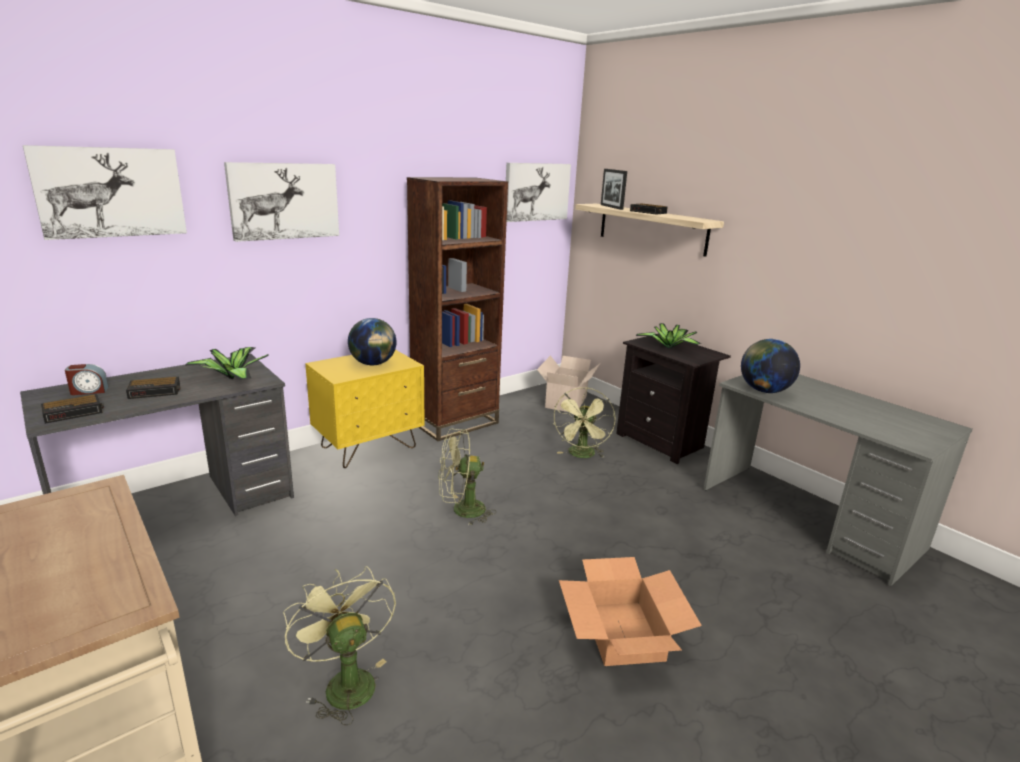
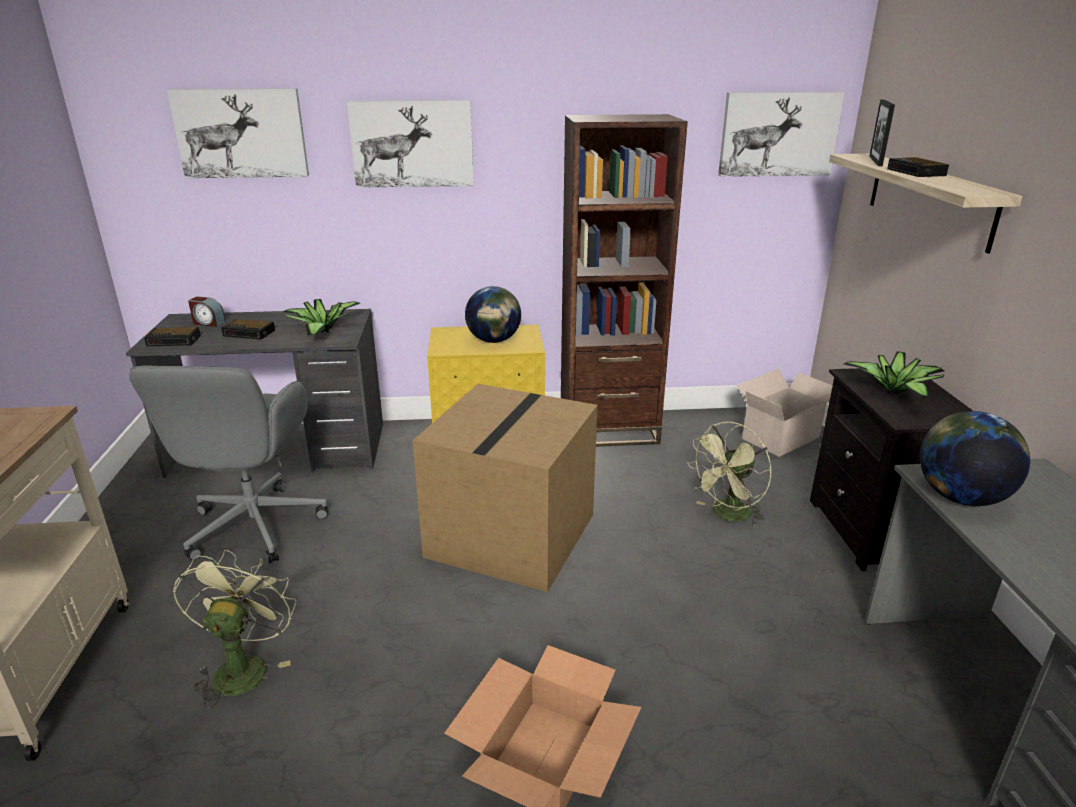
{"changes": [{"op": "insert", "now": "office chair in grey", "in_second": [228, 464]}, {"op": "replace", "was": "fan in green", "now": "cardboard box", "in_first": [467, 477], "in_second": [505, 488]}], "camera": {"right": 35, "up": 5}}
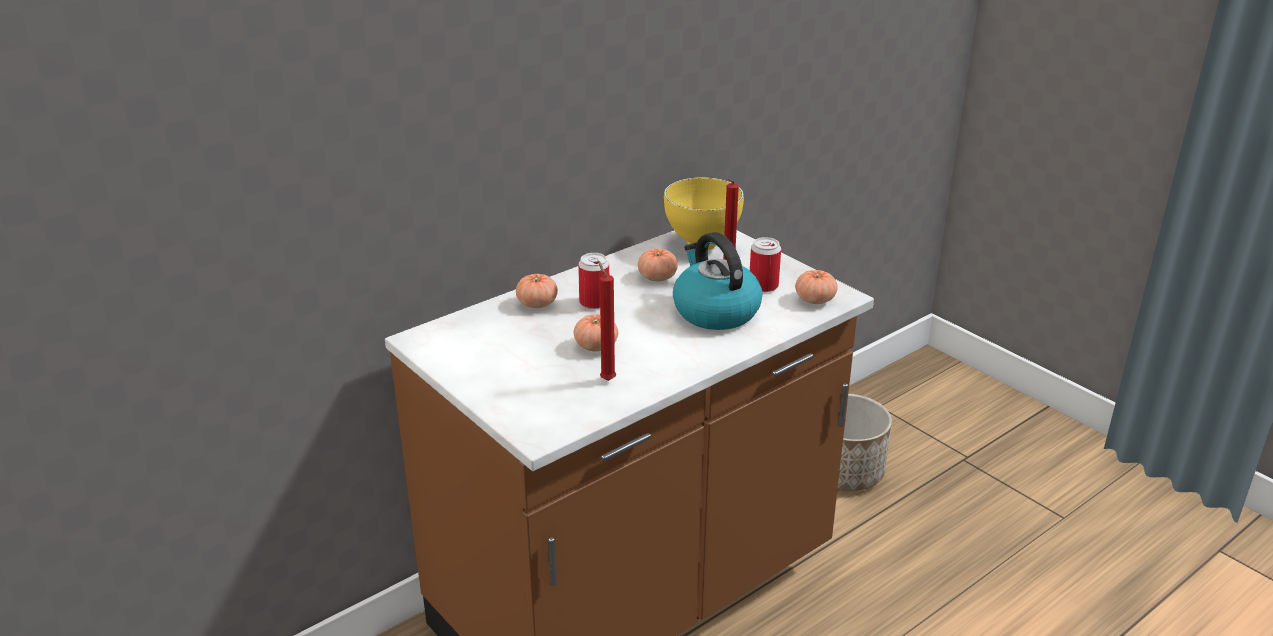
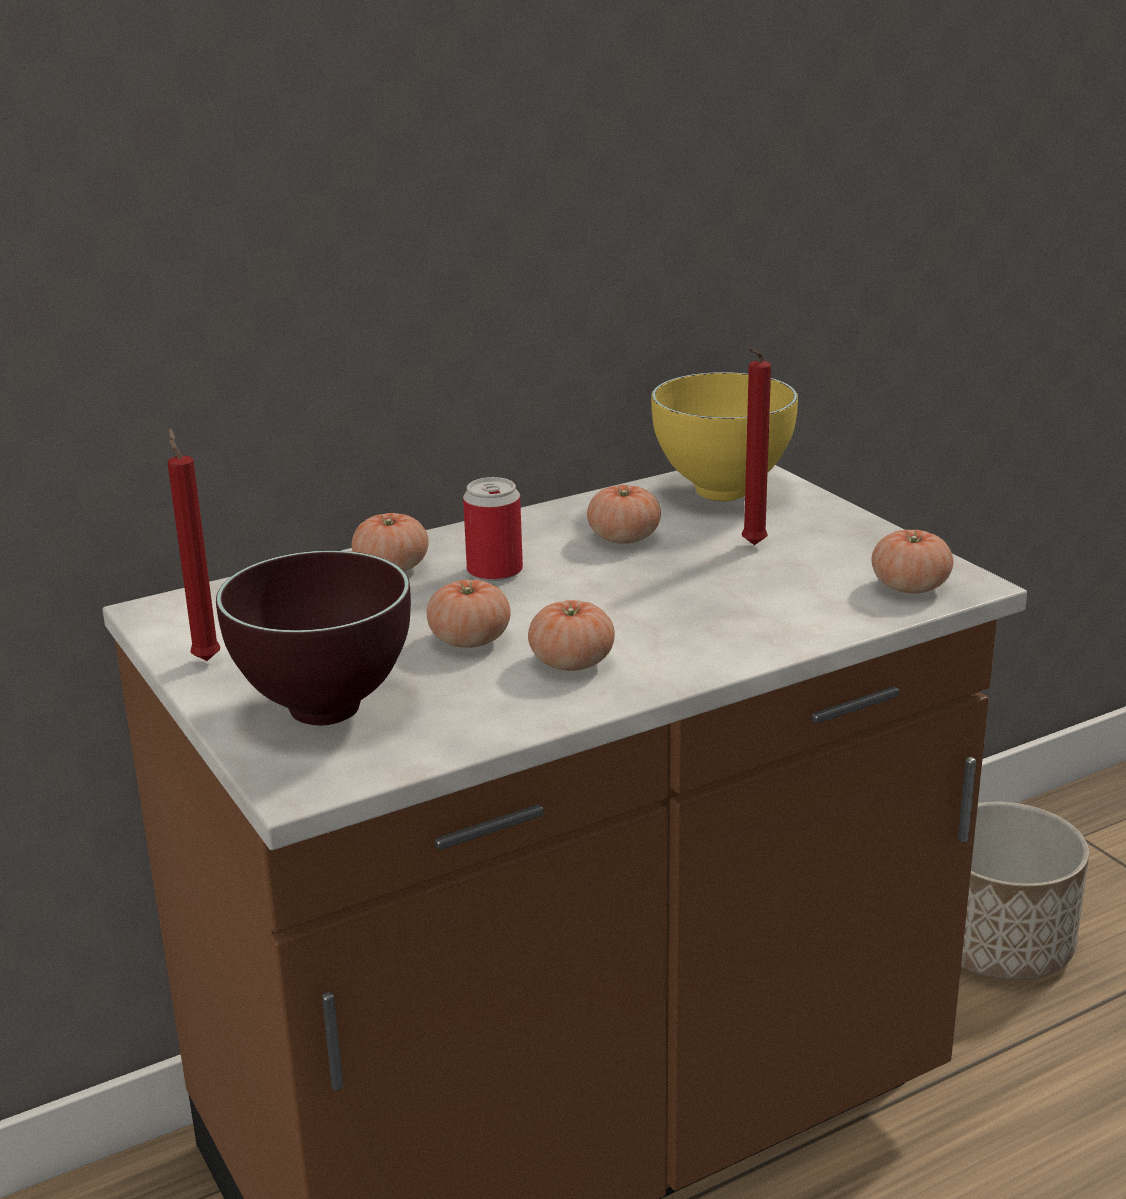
{"changes": [{"op": "delete", "was": "kettle", "in_first": [717, 281]}, {"op": "delete", "was": "can", "in_first": [765, 264]}, {"op": "insert", "now": "bowl in brown", "in_second": [313, 638]}, {"op": "insert", "now": "tomato", "in_second": [571, 635]}, {"op": "move", "was": "candle in red", "in_first": [607, 320], "in_second": [194, 544]}], "camera": {"right": 10, "up": -5}}
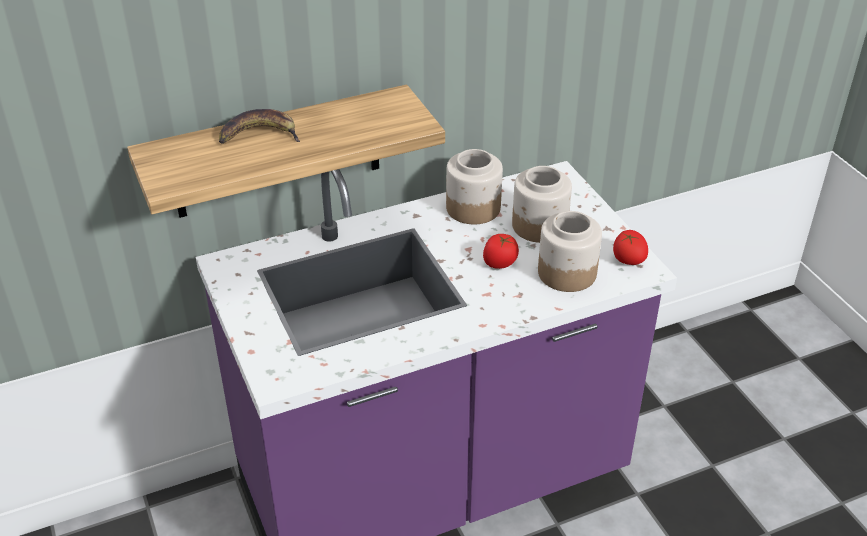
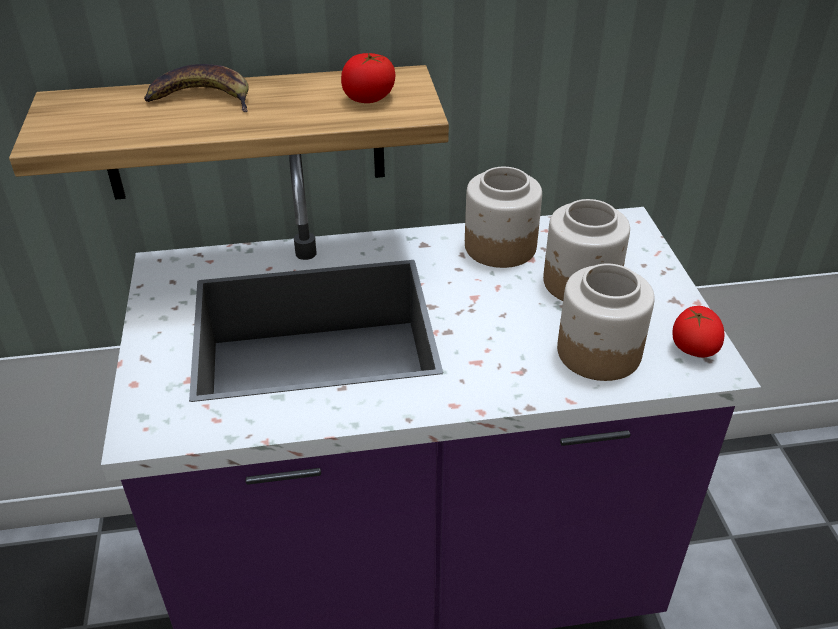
{"changes": [{"op": "move", "was": "tomato", "in_first": [501, 251], "in_second": [368, 78]}], "camera": {"right": 15, "up": 0}}
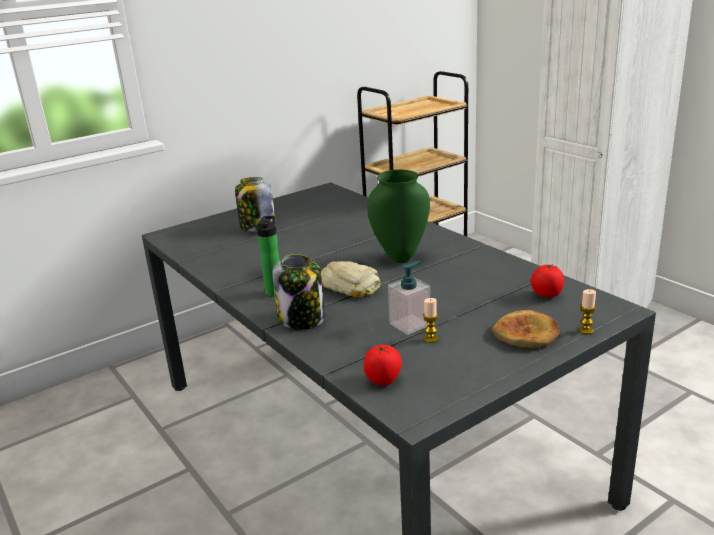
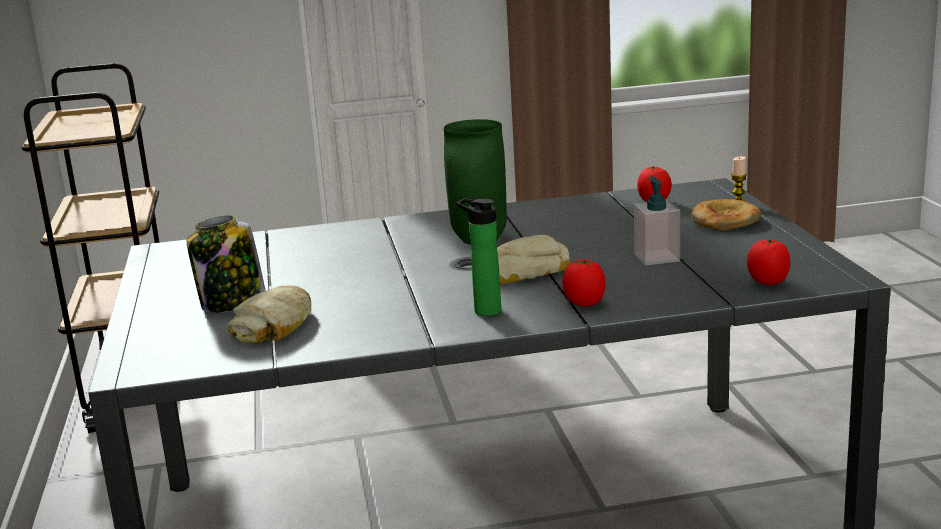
{"changes": [{"op": "delete", "was": "candle", "in_first": [430, 320]}, {"op": "insert", "now": "bread", "in_second": [269, 314]}, {"op": "replace", "was": "jar", "now": "tomato", "in_first": [299, 292], "in_second": [583, 283]}], "camera": {"right": -65, "up": -5}}
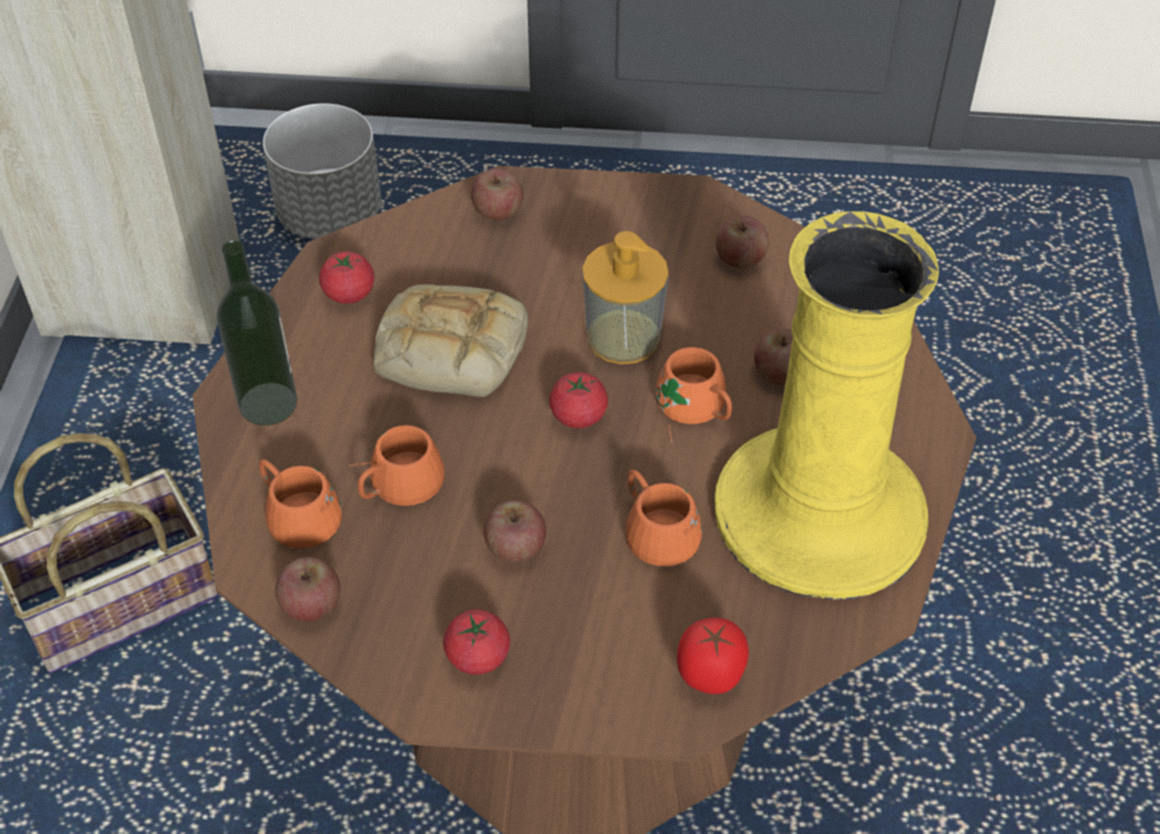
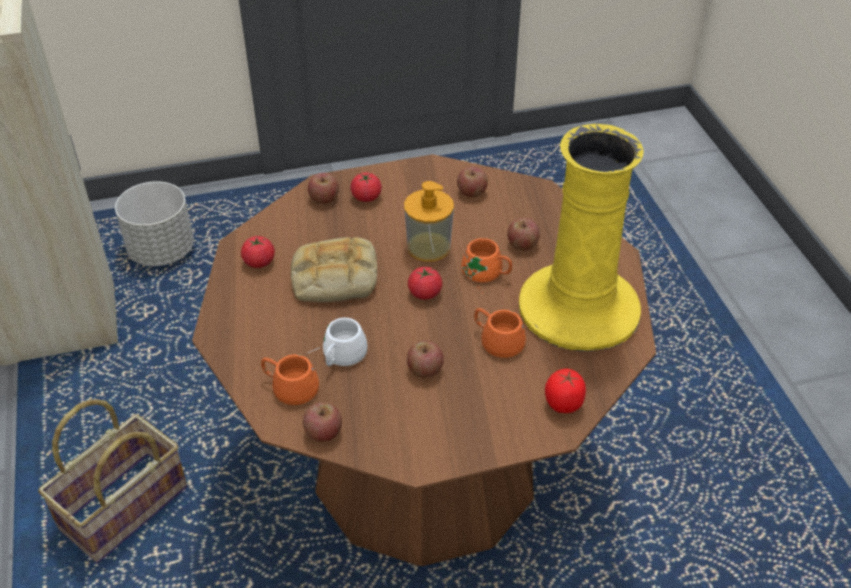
{"changes": [{"op": "delete", "was": "bottle", "in_first": [257, 333]}, {"op": "move", "was": "tomato", "in_first": [476, 642], "in_second": [366, 187]}, {"op": "recolor", "was": "mug in orange", "now": "mug in white", "in_first": [398, 465], "in_second": [338, 342]}], "camera": {"right": -20, "up": -5}}
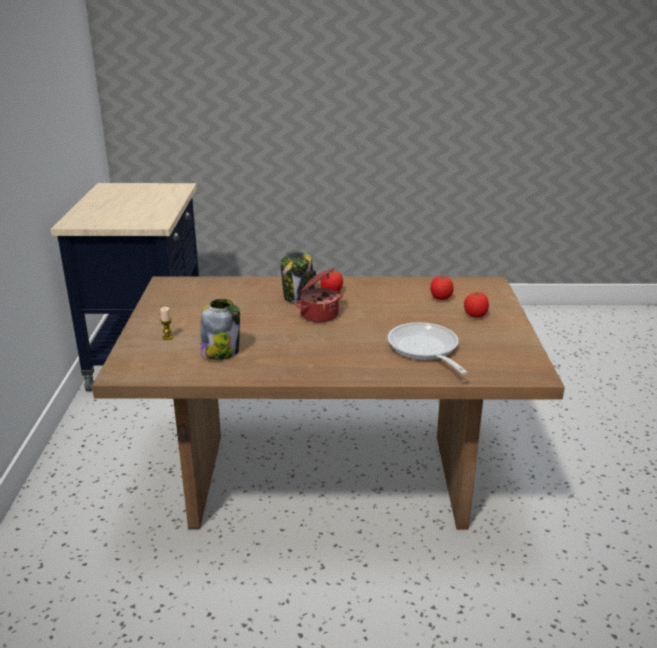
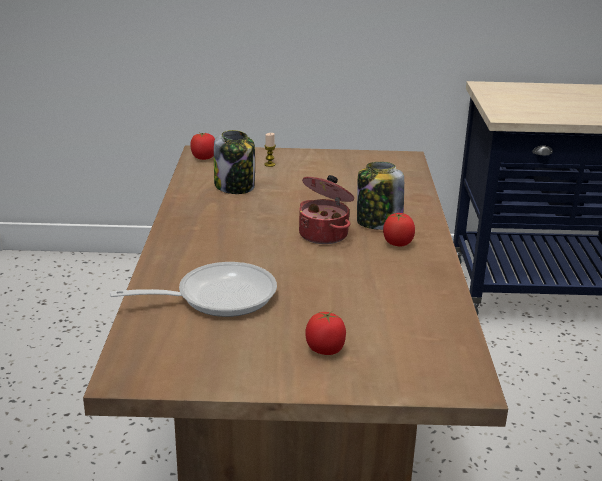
{"changes": [{"op": "move", "was": "tomato", "in_first": [442, 288], "in_second": [202, 146]}], "camera": {"right": 90, "up": 0}}
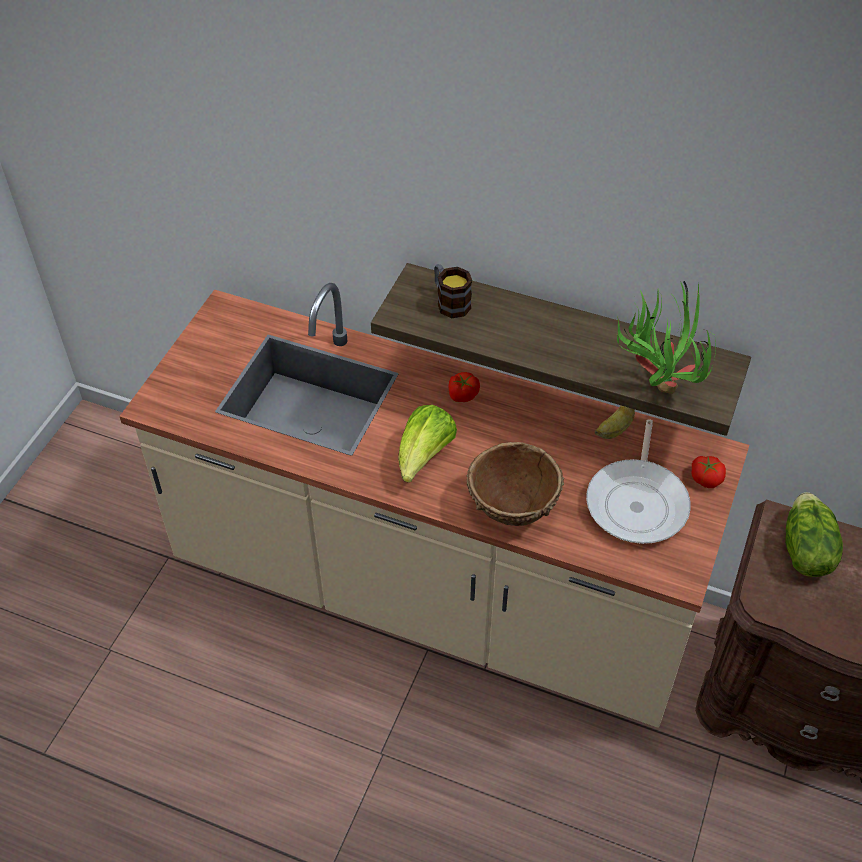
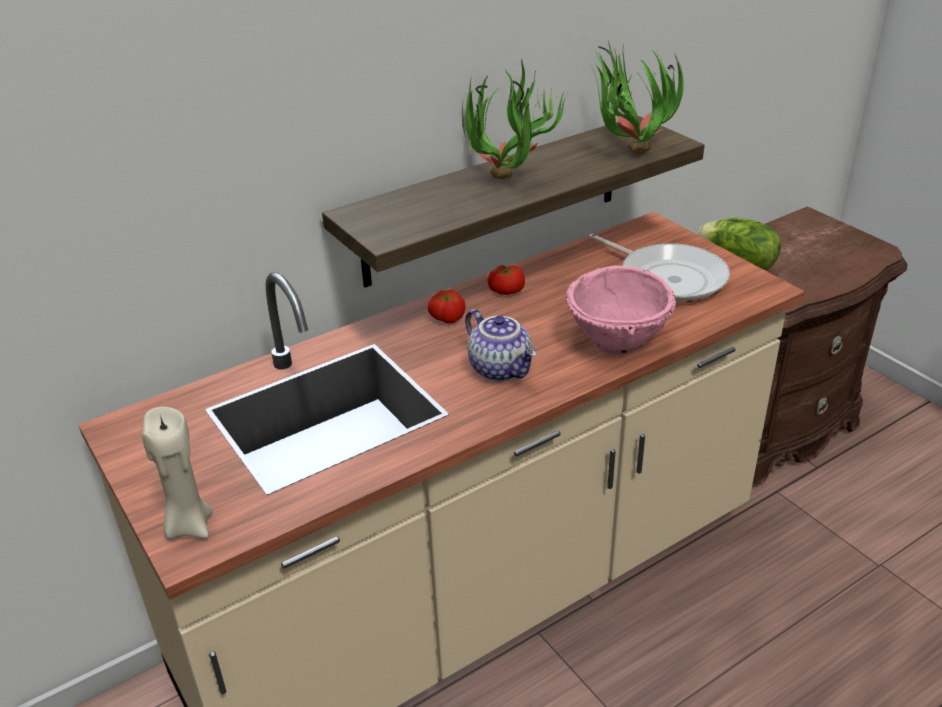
{"changes": [{"op": "delete", "was": "mug", "in_first": [453, 291]}, {"op": "delete", "was": "banana", "in_first": [615, 422]}, {"op": "insert", "now": "candle in beige", "in_second": [177, 473]}, {"op": "insert", "now": "potted plant", "in_second": [514, 119]}, {"op": "move", "was": "tomato", "in_first": [708, 472], "in_second": [506, 280]}, {"op": "replace", "was": "lettuce", "now": "teapot", "in_first": [427, 444], "in_second": [501, 345]}, {"op": "recolor", "was": "bowl in brown", "now": "bowl in pink", "in_first": [515, 484], "in_second": [621, 310]}], "camera": {"right": -55, "up": -15}}
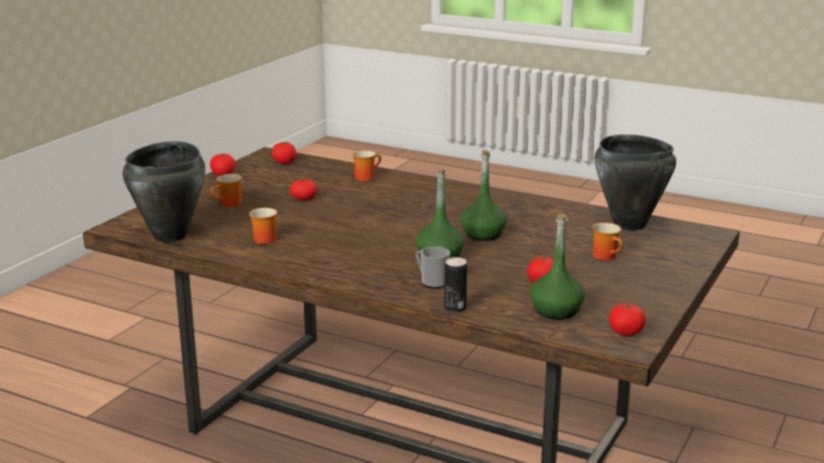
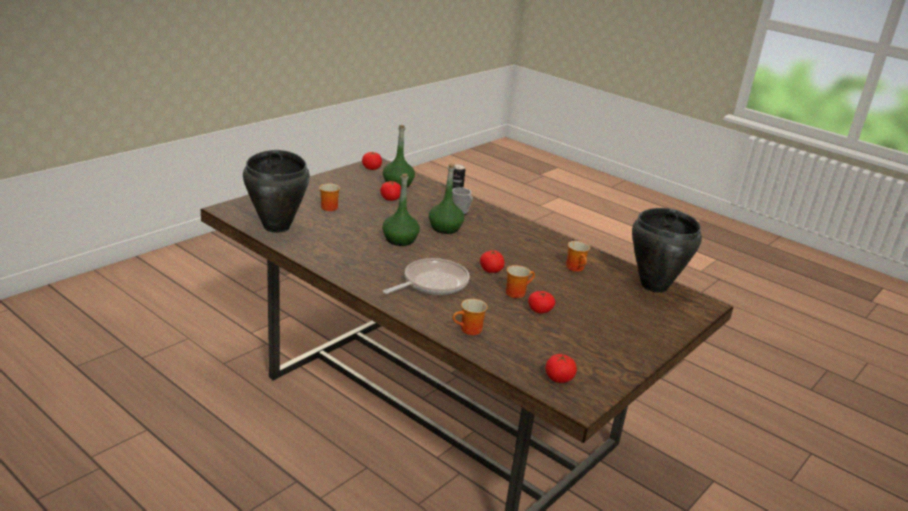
{"changes": [{"op": "insert", "now": "frying pan", "in_second": [426, 276]}, {"op": "move", "was": "tomato", "in_first": [223, 165], "in_second": [492, 261]}, {"op": "move", "was": "mug", "in_first": [226, 190], "in_second": [520, 281]}], "camera": {"right": -170, "up": 5}}
